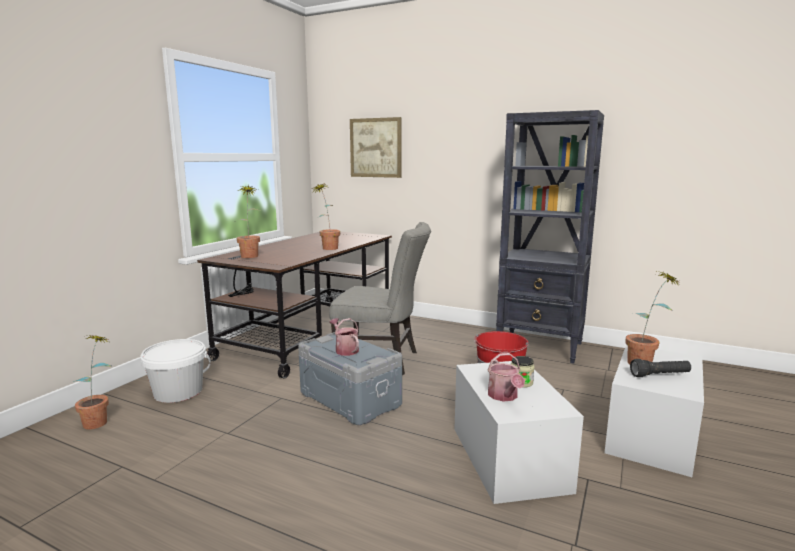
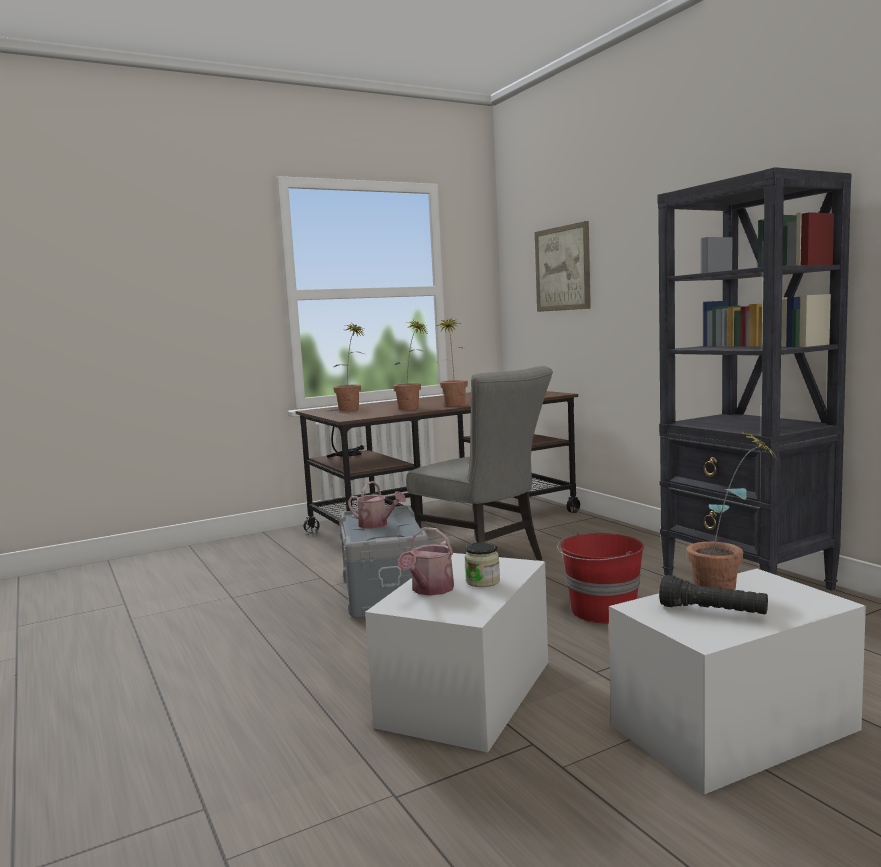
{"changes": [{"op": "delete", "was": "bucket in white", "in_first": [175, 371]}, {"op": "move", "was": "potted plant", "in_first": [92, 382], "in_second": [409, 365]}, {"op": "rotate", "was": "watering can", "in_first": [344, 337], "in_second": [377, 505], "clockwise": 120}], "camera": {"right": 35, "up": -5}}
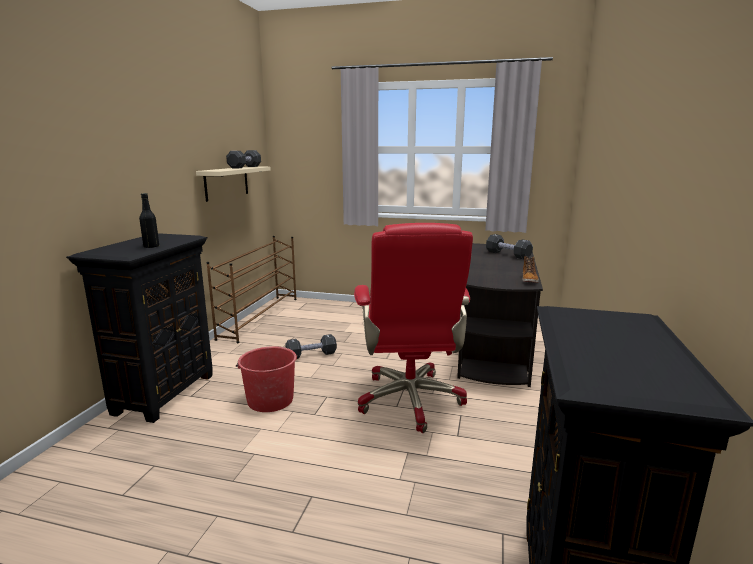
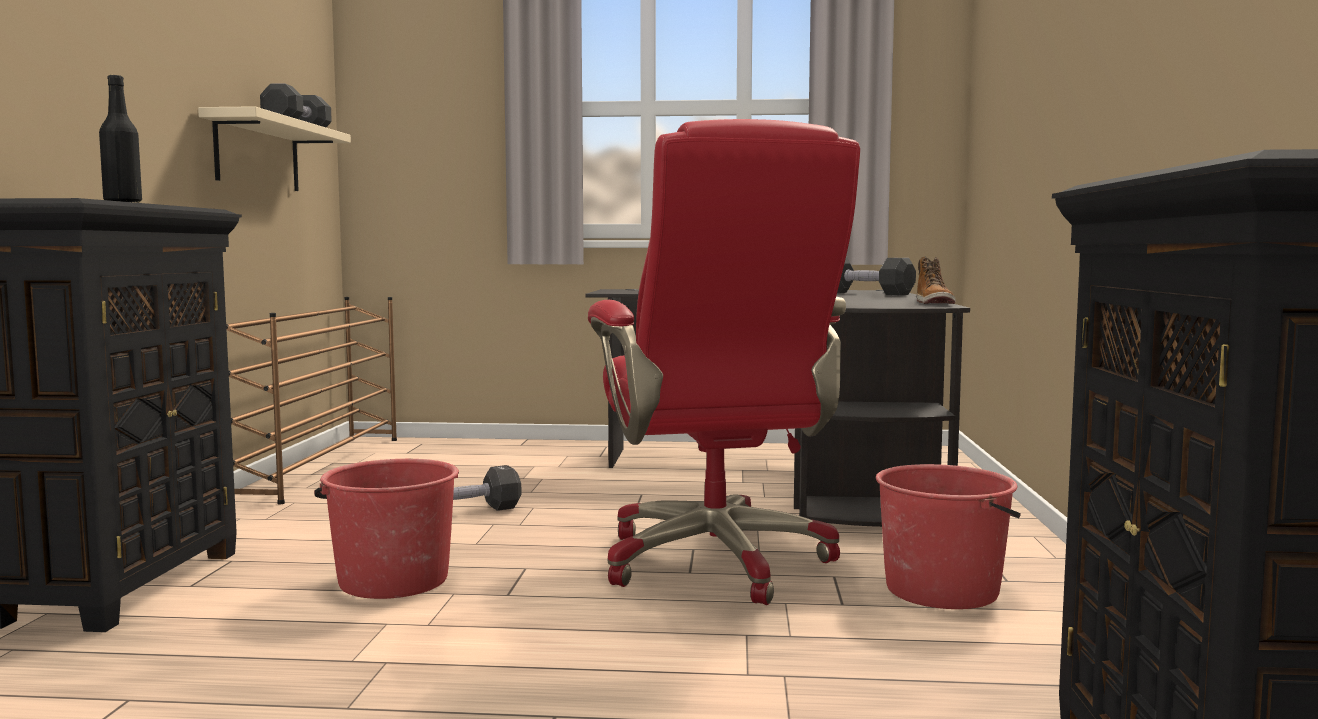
{"changes": [{"op": "insert", "now": "bucket in red", "in_second": [948, 536]}], "camera": {"right": -10, "up": -10}}
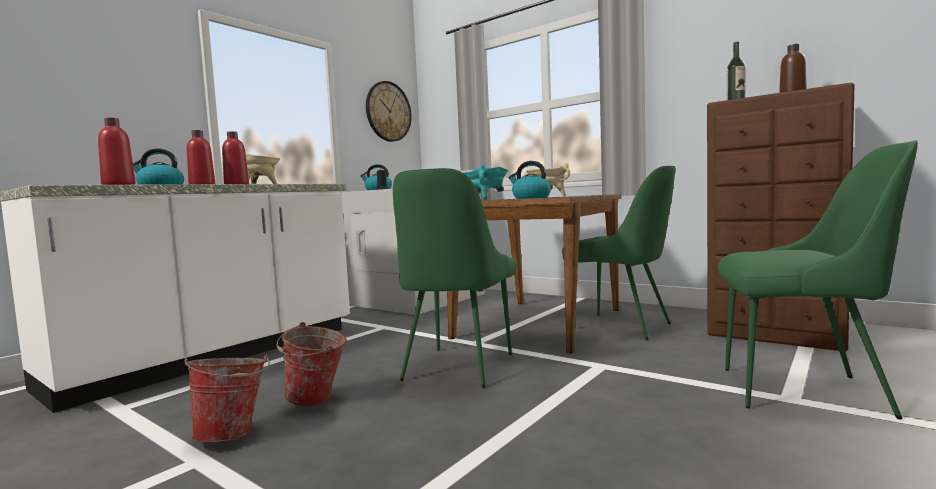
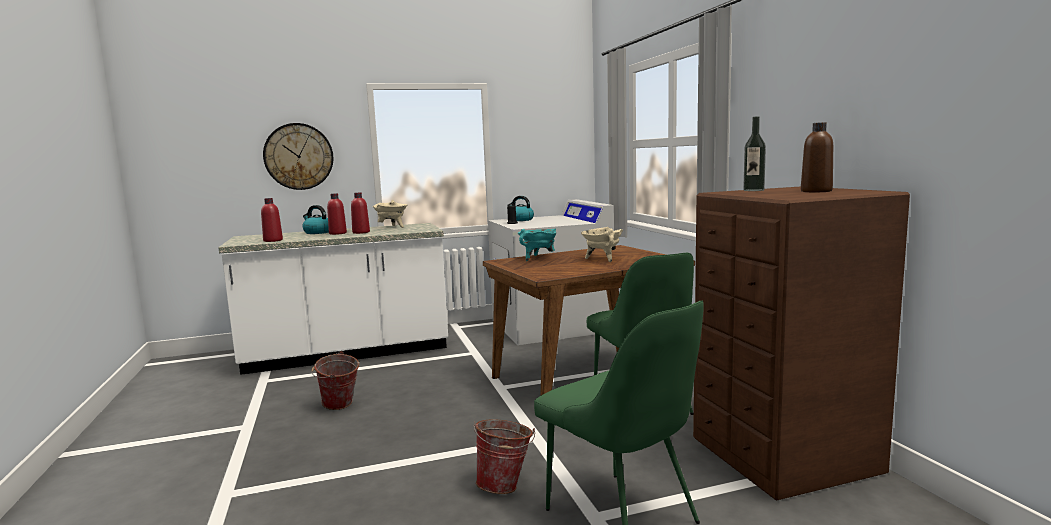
{"changes": [{"op": "delete", "was": "chair in green", "in_first": [455, 278]}, {"op": "delete", "was": "kettle", "in_first": [530, 180]}, {"op": "move", "was": "bucket", "in_first": [227, 399], "in_second": [504, 456]}, {"op": "move", "was": "wall clock", "in_first": [389, 111], "in_second": [298, 156]}], "camera": {"right": 35, "up": 5}}
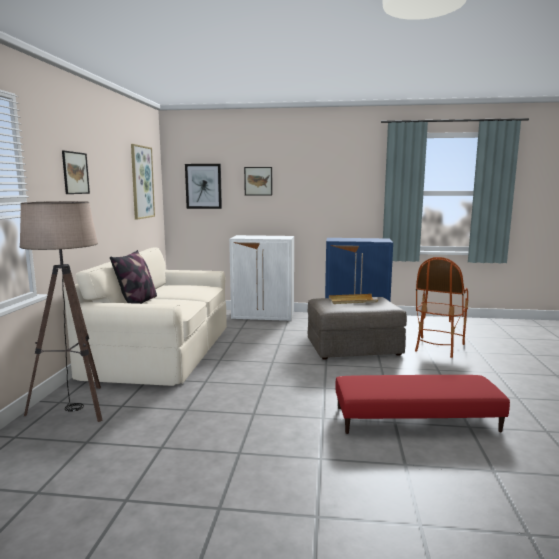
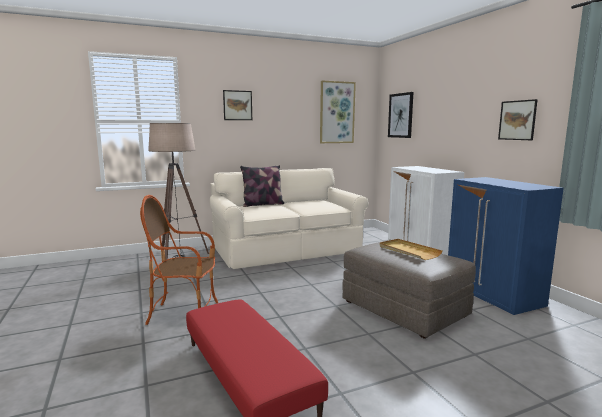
{"changes": [{"op": "move", "was": "picture", "in_first": [258, 181], "in_second": [518, 119]}, {"op": "move", "was": "armchair", "in_first": [441, 307], "in_second": [179, 260]}], "camera": {"right": 60, "up": 0}}
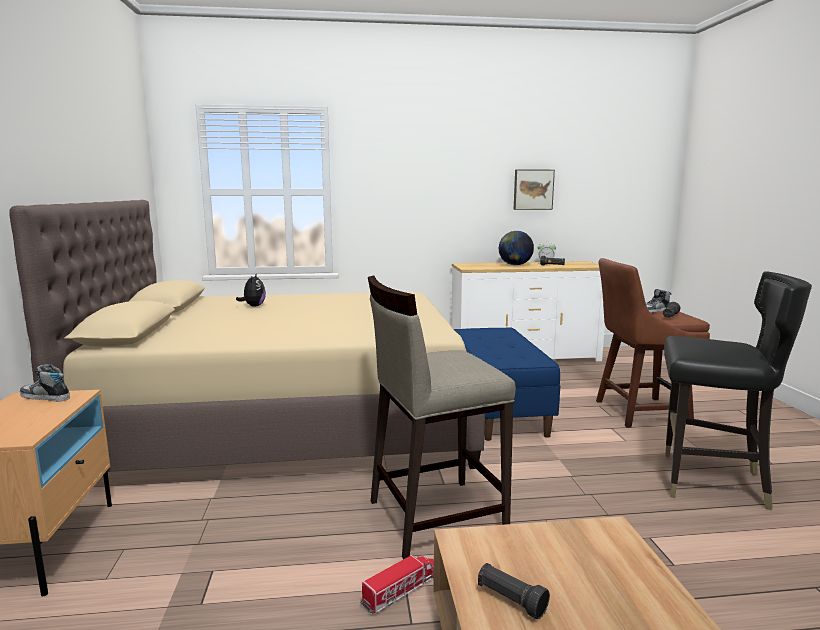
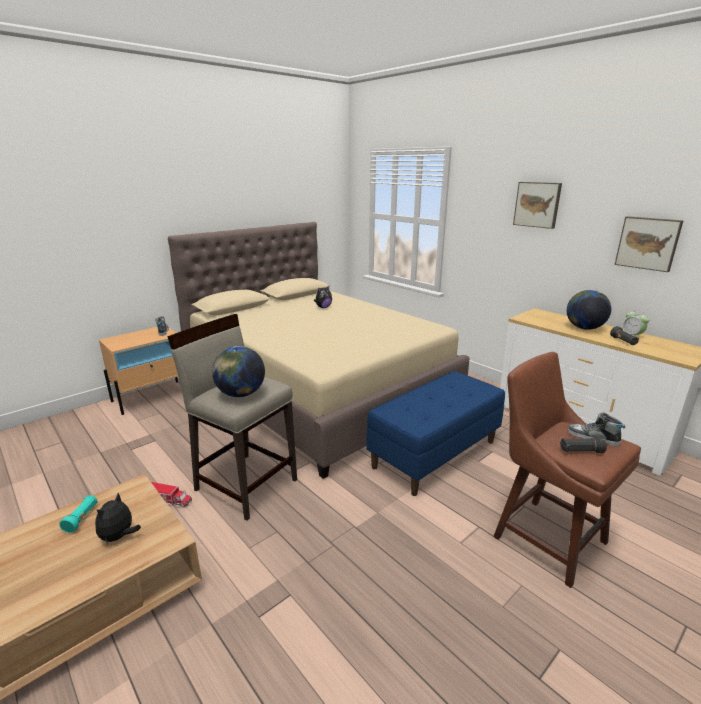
{"changes": [{"op": "delete", "was": "chair in black", "in_first": [738, 390]}, {"op": "insert", "now": "plush toy", "in_second": [118, 519]}, {"op": "insert", "now": "globe", "in_second": [238, 371]}, {"op": "insert", "now": "picture", "in_second": [537, 205]}, {"op": "recolor", "was": "flashlight in black", "now": "flashlight in turquoise", "in_first": [514, 591], "in_second": [78, 514]}], "camera": {"right": 55, "up": 10}}
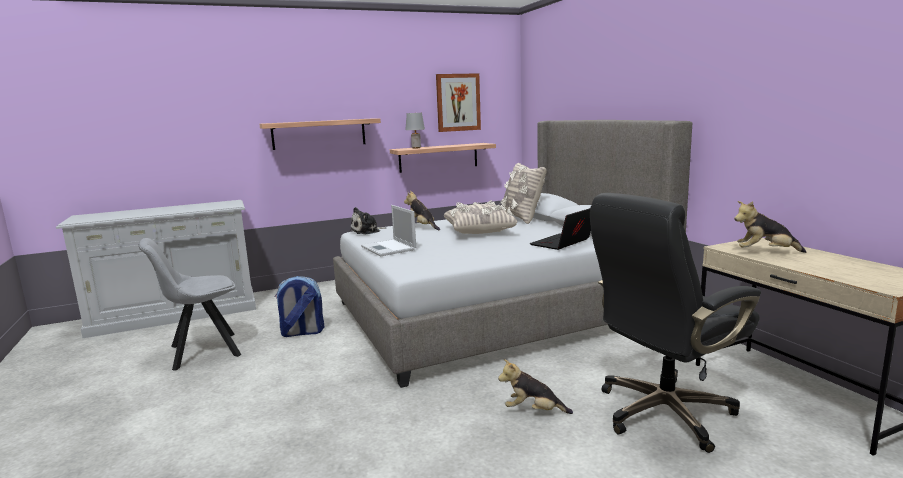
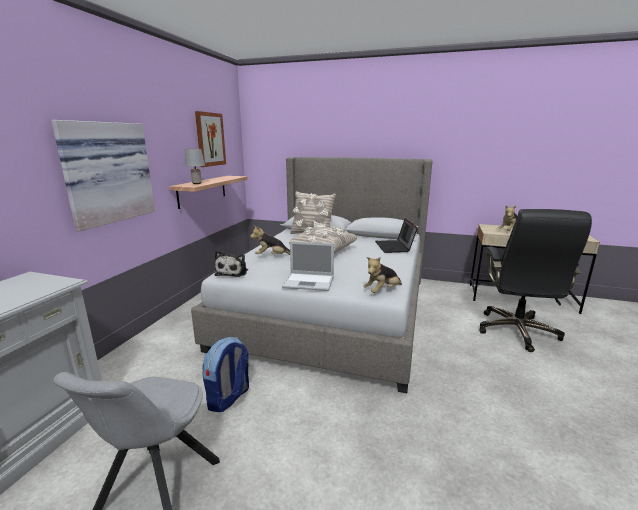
{"changes": [{"op": "move", "was": "plush toy", "in_first": [535, 386], "in_second": [382, 275]}, {"op": "replace", "was": "shelf", "now": "picture", "in_first": [320, 134], "in_second": [103, 175]}], "camera": {"right": -50, "up": 5}}
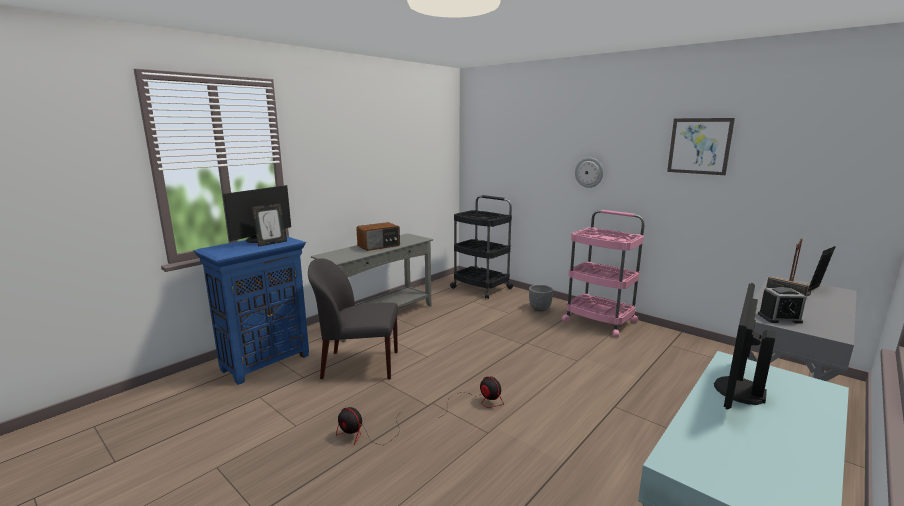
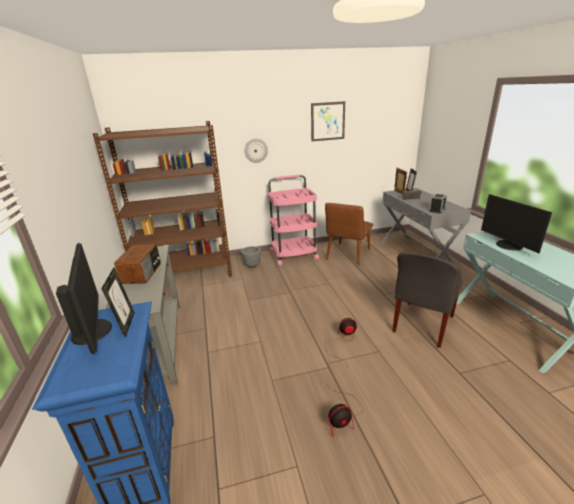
{"changes": [{"op": "insert", "now": "chair in brown", "in_second": [349, 234]}, {"op": "move", "was": "chair in grey", "in_first": [353, 319], "in_second": [427, 300]}, {"op": "replace", "was": "cart in black", "now": "bookcase in brown", "in_first": [481, 247], "in_second": [162, 199]}], "camera": {"right": -55, "up": 10}}
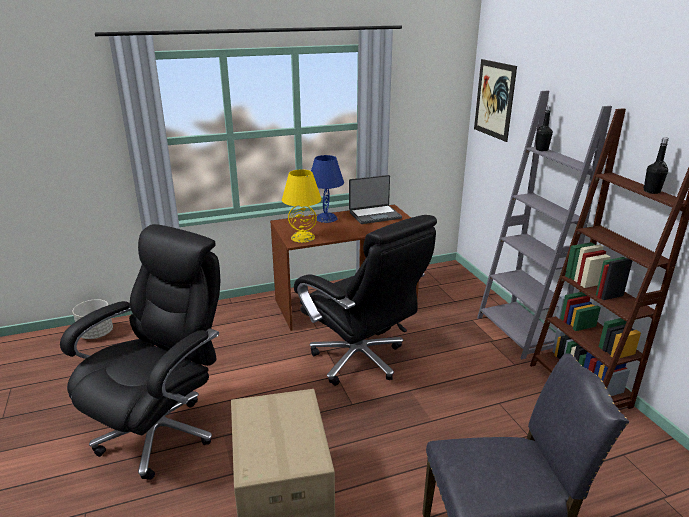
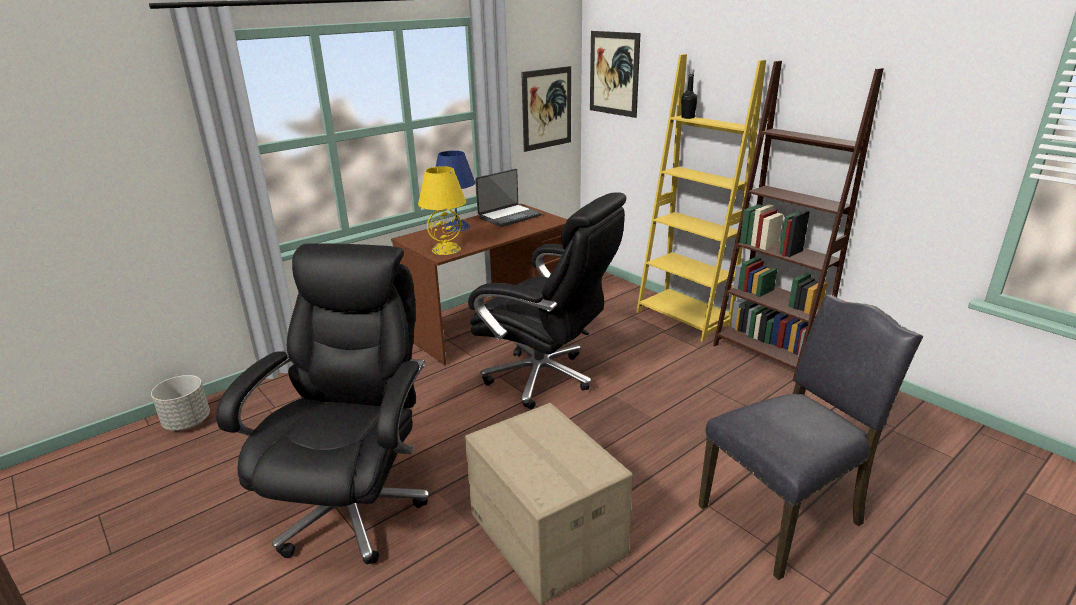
{"changes": [{"op": "delete", "was": "bottle in black", "in_first": [656, 165]}, {"op": "insert", "now": "picture", "in_second": [546, 109]}, {"op": "recolor", "was": "bookcase in grey", "now": "bookcase in yellow", "in_first": [544, 225], "in_second": [701, 198]}], "camera": {"right": -20, "up": 0}}
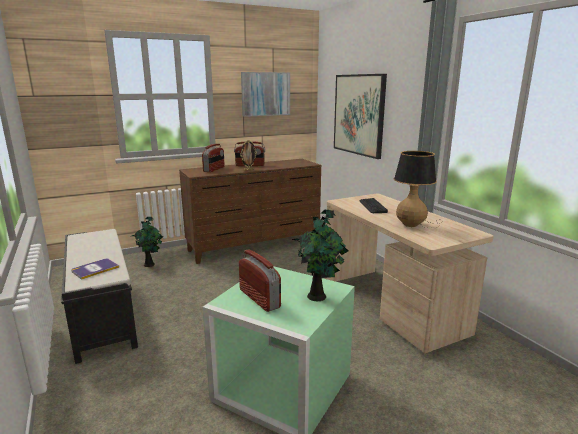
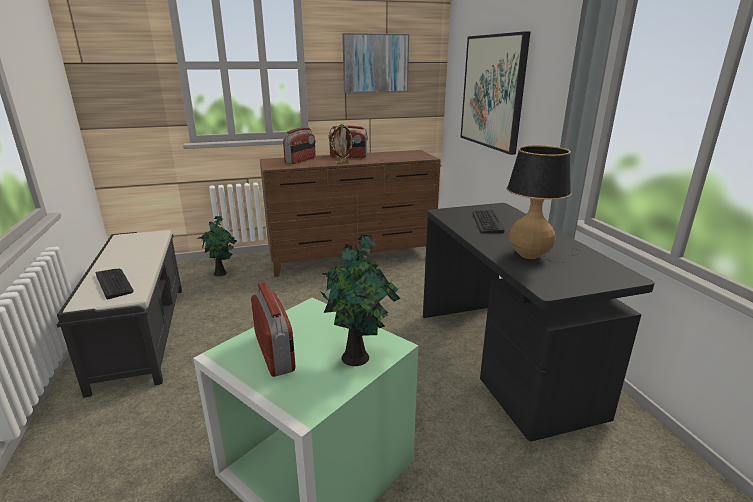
{"changes": [{"op": "replace", "was": "book", "now": "keyboard", "in_first": [95, 269], "in_second": [114, 284]}, {"op": "recolor", "was": "desk in beige", "now": "desk in black", "in_first": [409, 273], "in_second": [539, 322]}], "camera": {"right": 10, "up": 5}}
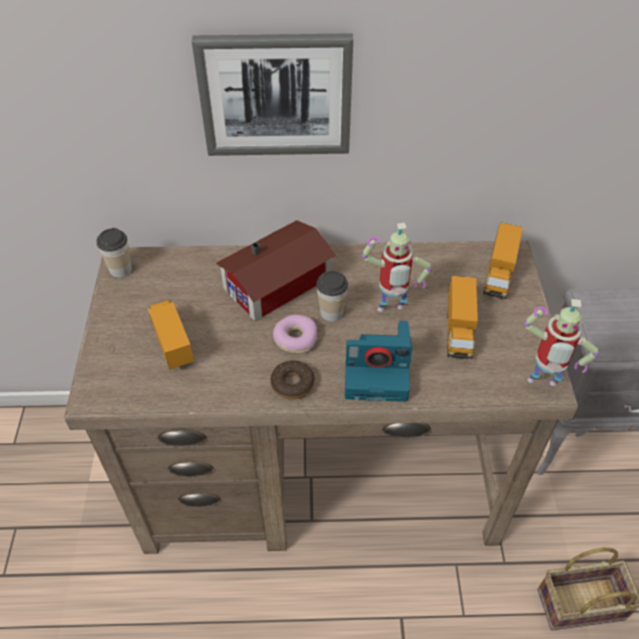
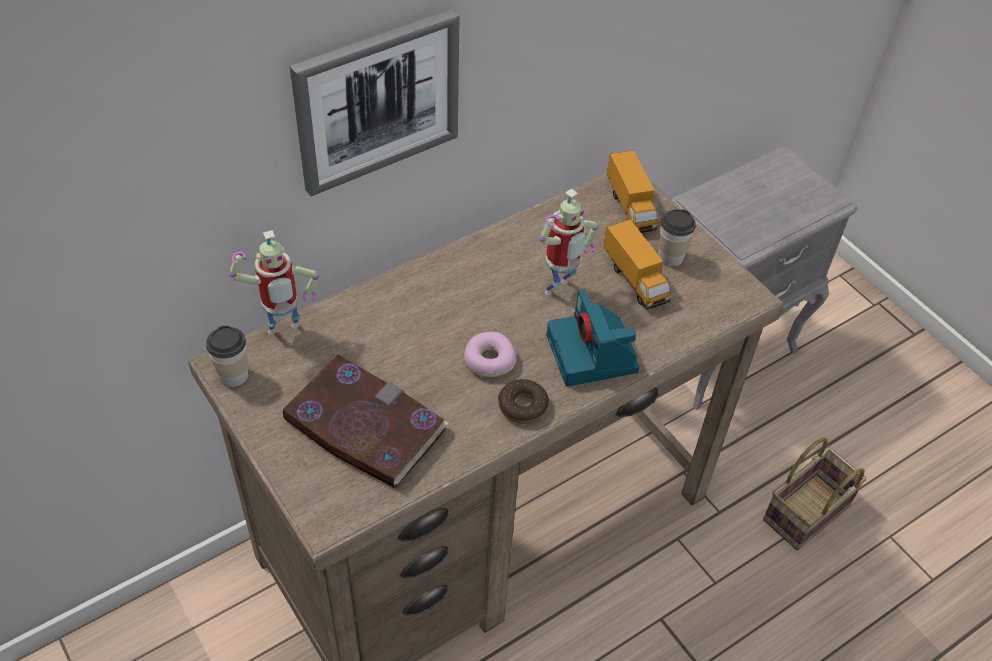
{"changes": [{"op": "delete", "was": "toy house", "in_first": [276, 271]}, {"op": "move", "was": "cup", "in_first": [332, 296], "in_second": [677, 237]}, {"op": "move", "was": "toy robot", "in_first": [561, 342], "in_second": [274, 282]}, {"op": "replace", "was": "toy truck", "now": "book", "in_first": [171, 335], "in_second": [365, 421]}, {"op": "rotate", "was": "photo camera", "in_first": [378, 361], "in_second": [593, 338], "clockwise": 105}], "camera": {"right": -35, "up": 0}}
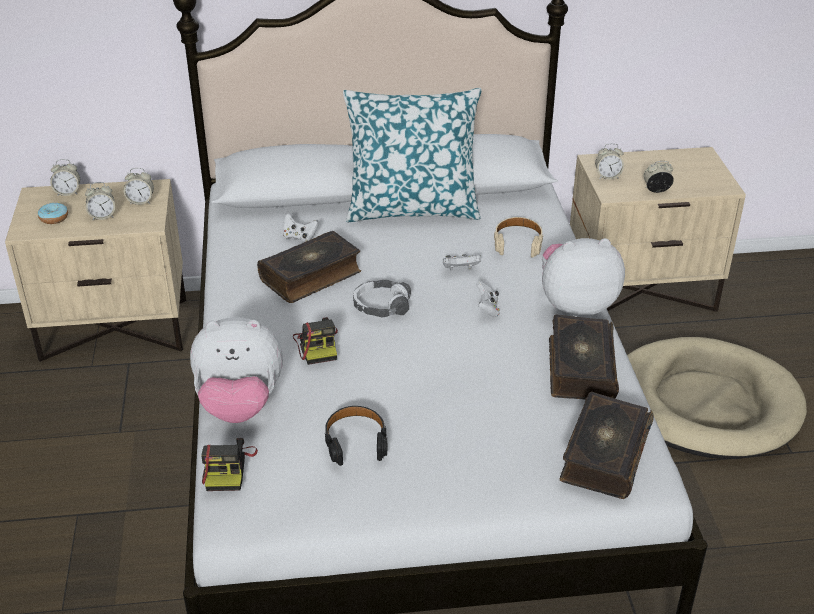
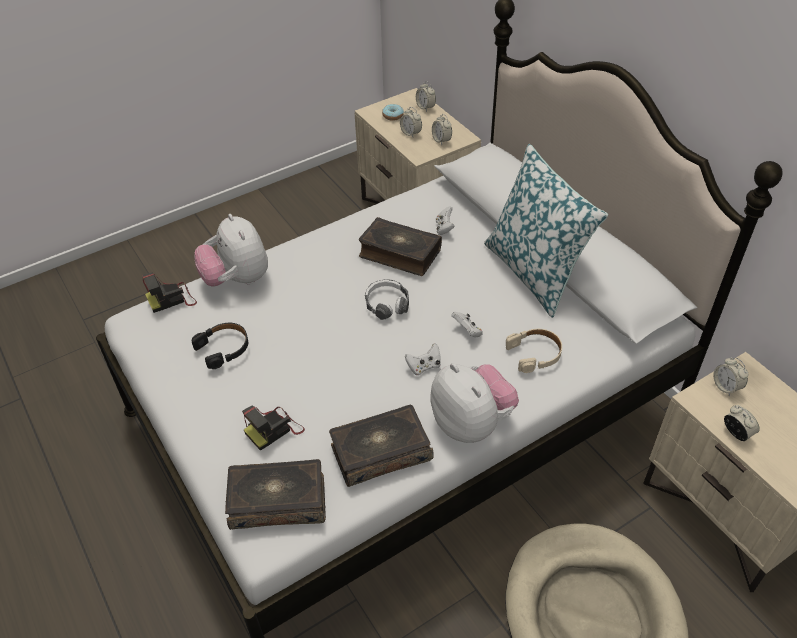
{"changes": [{"op": "move", "was": "photo camera", "in_first": [315, 341], "in_second": [274, 428]}], "camera": {"right": 65, "up": 10}}
